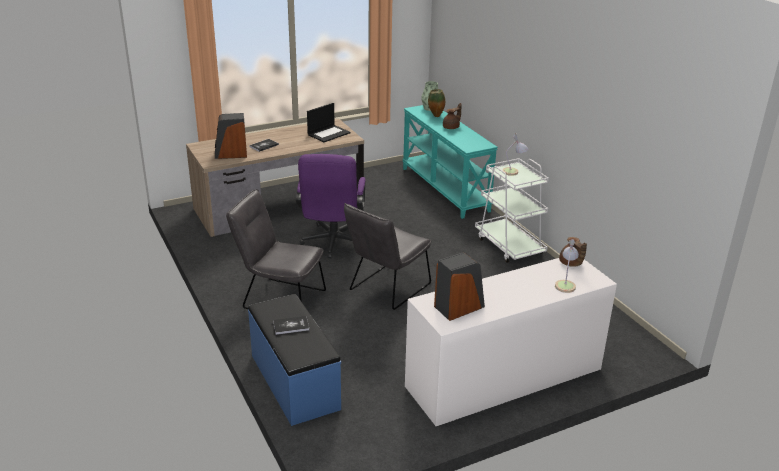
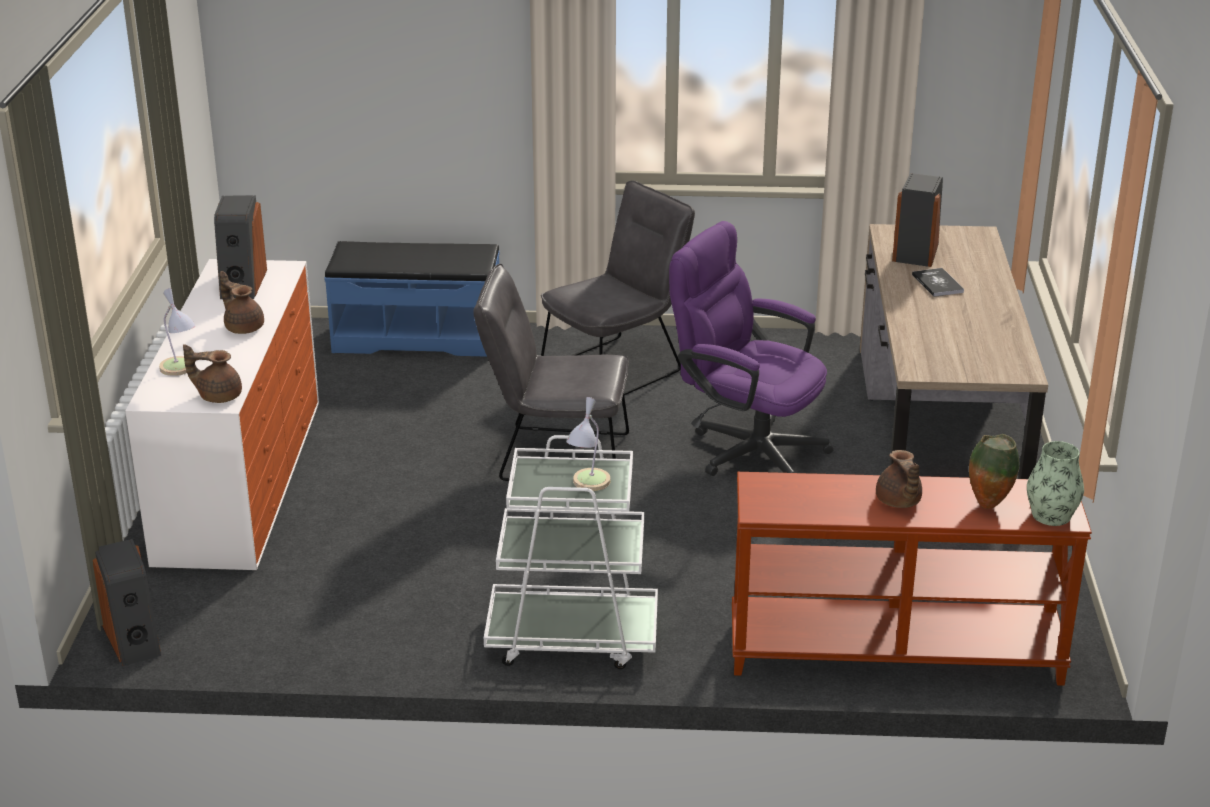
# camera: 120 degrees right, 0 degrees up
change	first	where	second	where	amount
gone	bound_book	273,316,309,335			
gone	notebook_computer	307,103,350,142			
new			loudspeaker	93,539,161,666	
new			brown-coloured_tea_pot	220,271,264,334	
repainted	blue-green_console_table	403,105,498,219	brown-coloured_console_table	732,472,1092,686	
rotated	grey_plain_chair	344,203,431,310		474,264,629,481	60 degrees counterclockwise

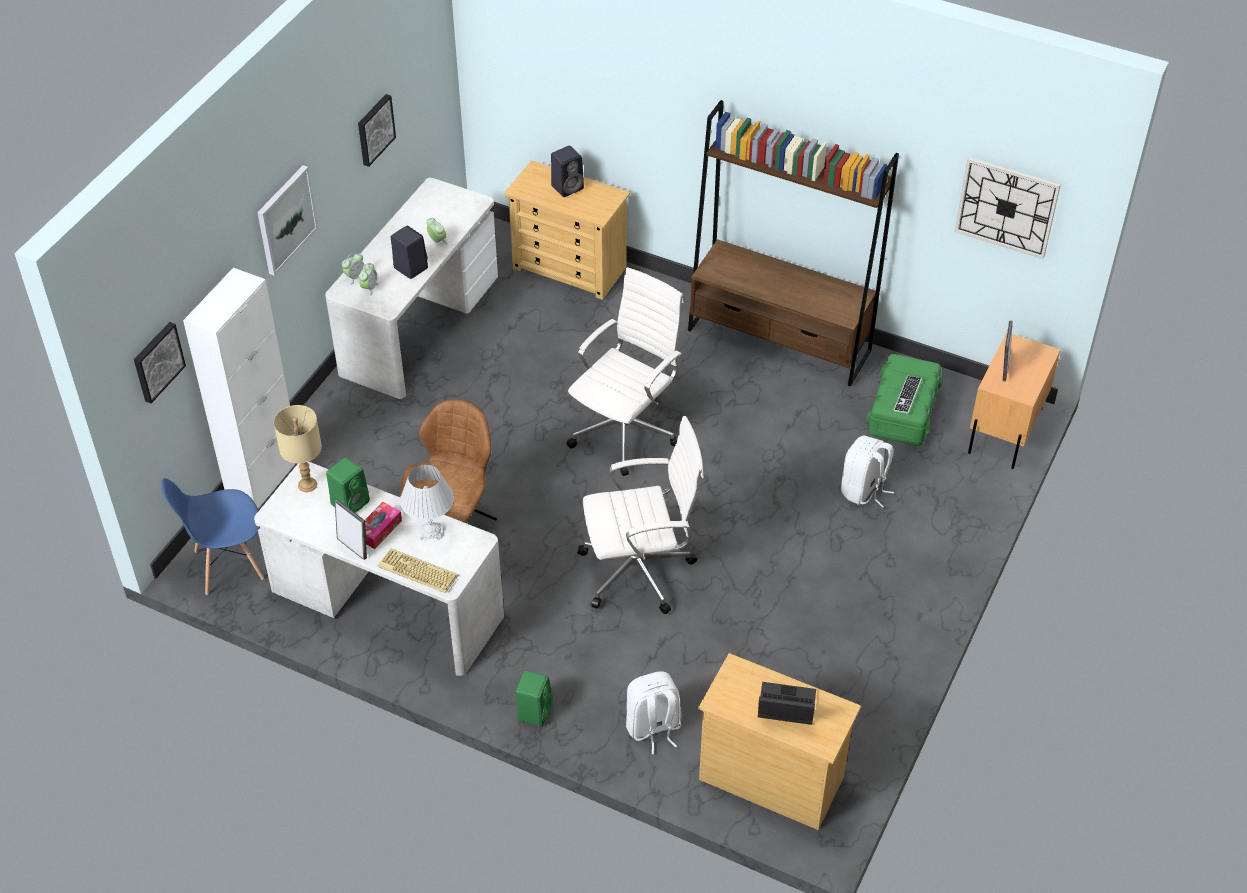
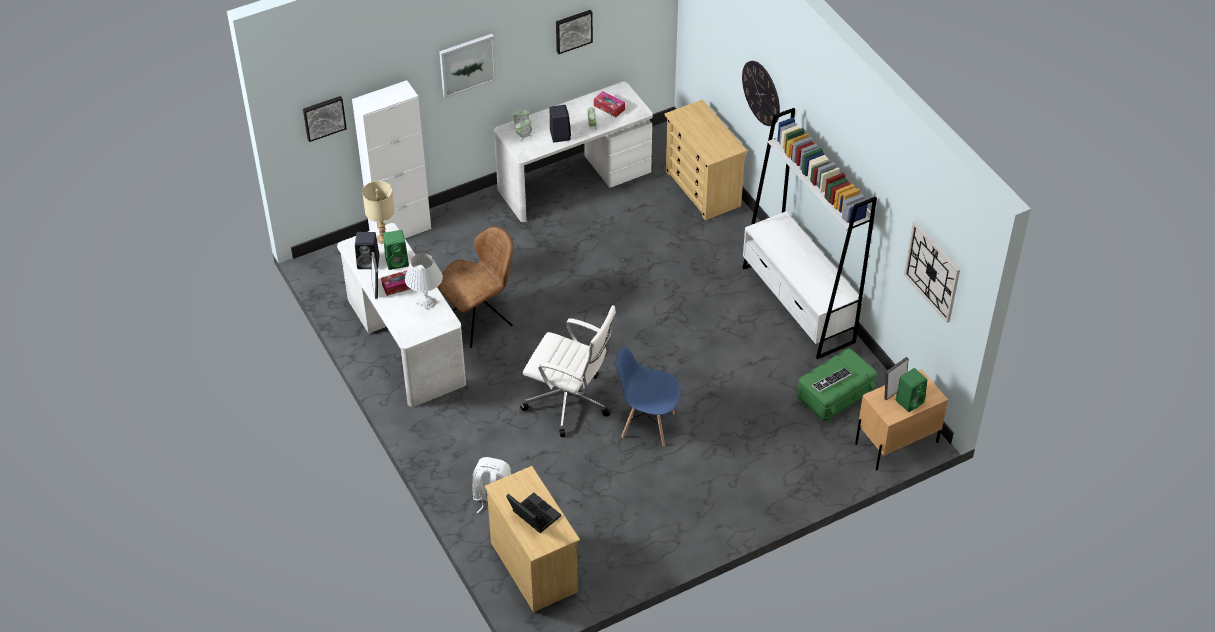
# camera: 35 degrees right, 0 degrees up
change	first	where	second	where	amount
gone	computer_keyboard	378,549,459,593			
gone	white_office_chair	566,267,683,476			
gone	white_rucksack	841,436,894,508			
new			tissue_holder	594,91,625,117	
new			clock_on_the_wall	742,61,780,126	
shifted	blue_plain_chair	161,478,264,595		616,346,681,446	
shifted	green_loudspeaker	516,671,552,727		896,368,927,412	
shifted	black-coloured_loudspeaker	551,145,584,197		355,232,380,269	
repainted	brown-coloured_bookcase	688,100,899,387	white_bookcase	743,108,877,359	

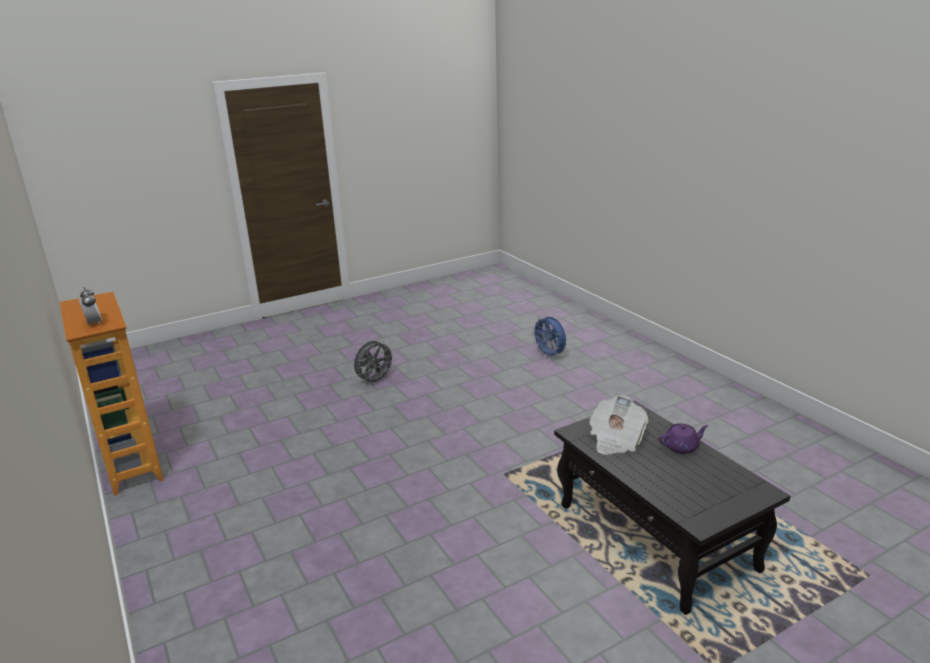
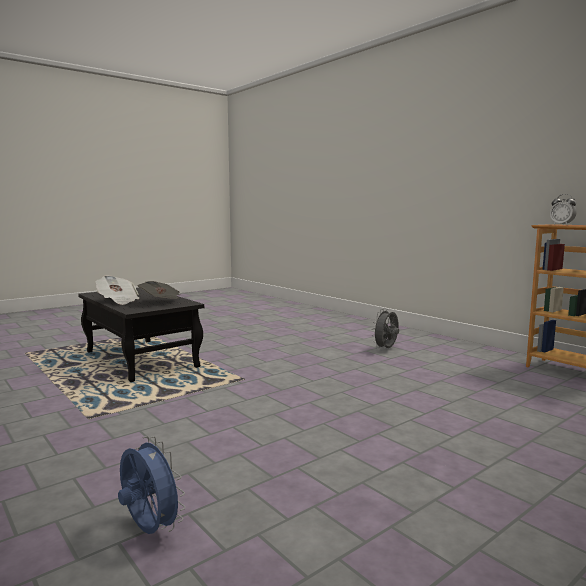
# camera: 170 degrees right, 15 degrees down
change	first	where	second	where	amount
shifted	grey_cooling_fan	354,341,395,385		372,308,399,350	
swapped	purple_tea_pot	659,423,709,454	printed_paper	96,275,139,305	

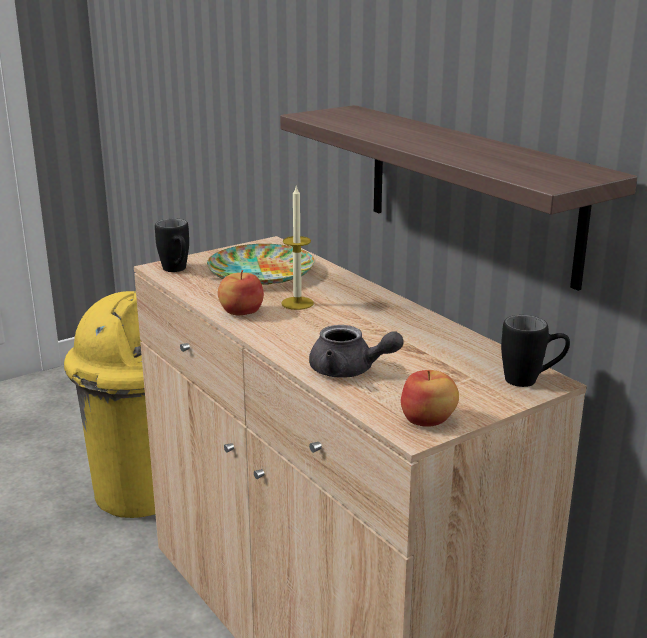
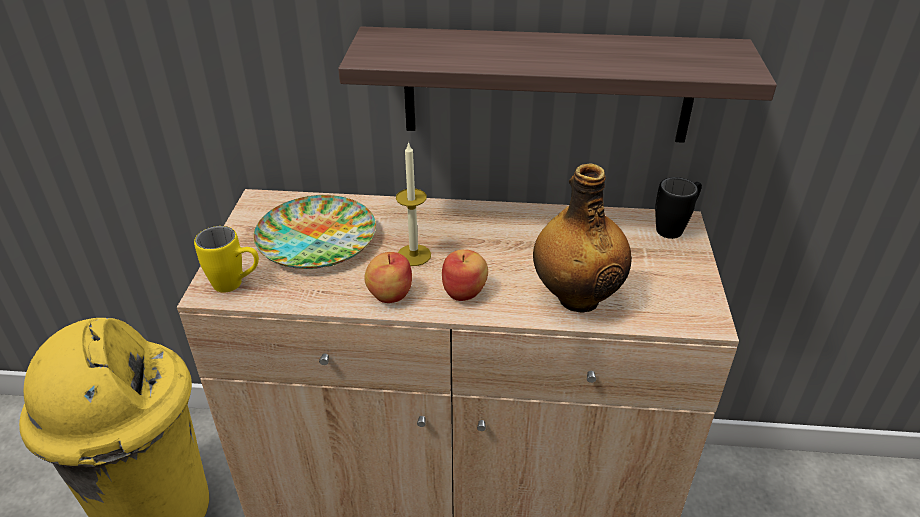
# camera: 50 degrees left, 15 degrees up
change	first	where	second	where	amount
shifted	whole_apple	401,370,459,427		442,249,488,301	
swapped	grey_tea_pot	309,325,403,378	bottle	533,163,632,313	
repainted	black-coloured_tea_mug	155,218,189,272	yellowish_tea_mug	194,226,259,292	

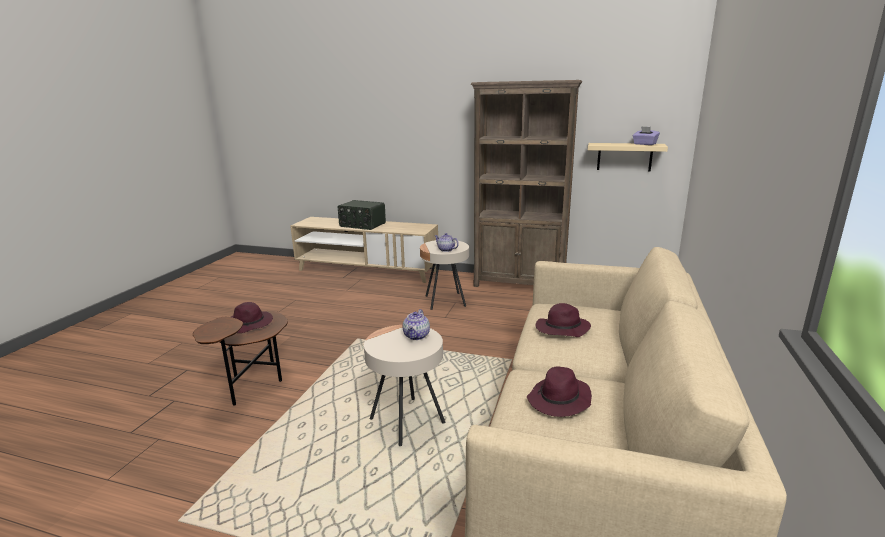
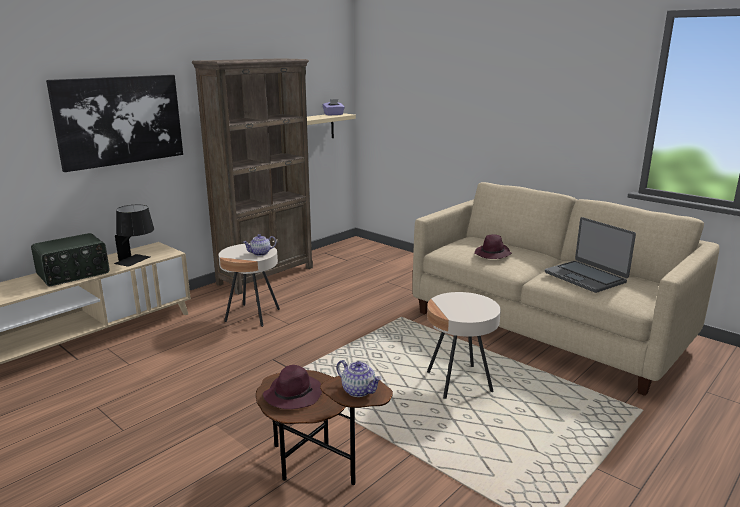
# camera: 65 degrees left, 0 degrees up
change	first	where	second	where	amount
new			picture	46,75,183,172	
new			black-coloured_tabletop_lamp	114,205,154,267	
shifted	tea_pot	403,309,430,340		336,360,382,397	
swapped	purple_hat	527,366,592,417	notebook_computer	545,217,636,293	

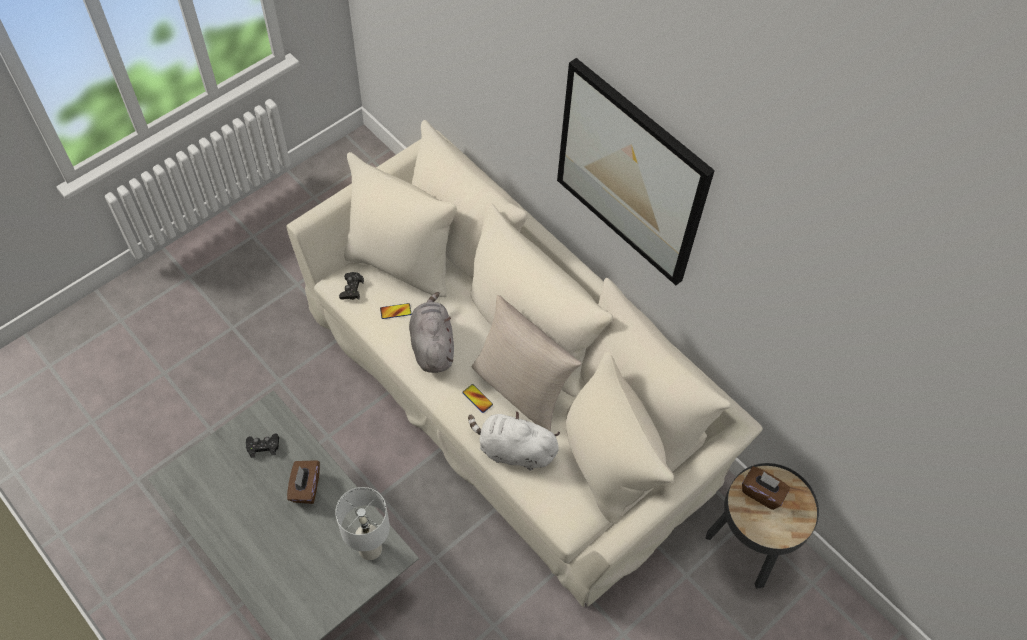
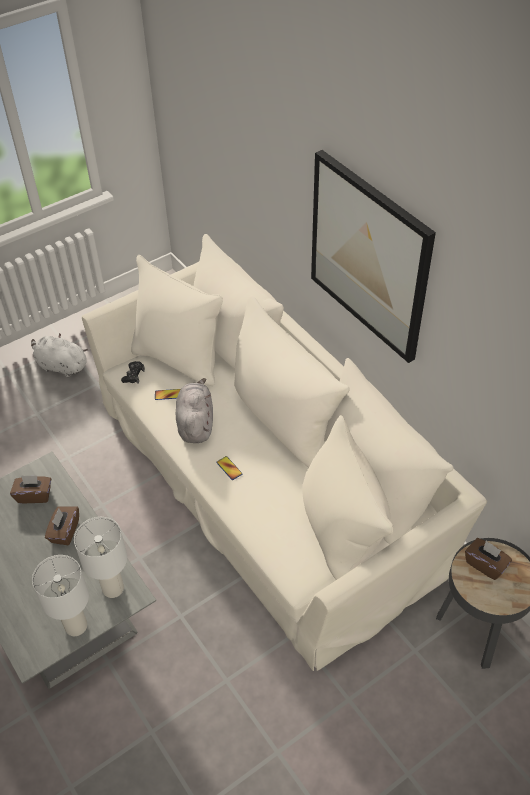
# camera: 10 degrees right, 10 degrees down
change	first	where	second	where	amount
gone	sand-coloured_throw_pillow	471,295,582,432			
new			white_tabletop_lamp	32,555,89,636	
shifted	white_soft_toy	468,411,560,470		31,333,88,377	
swapped	black-coloured_joypad	246,433,279,458	brown-coloured_tissue_holder	10,475,51,504	

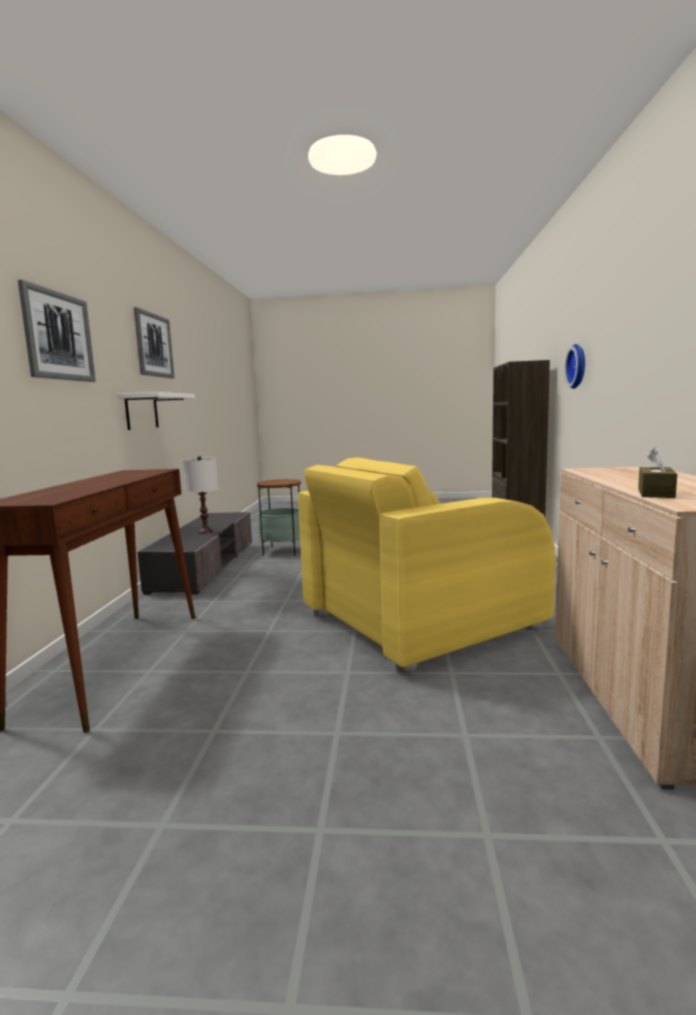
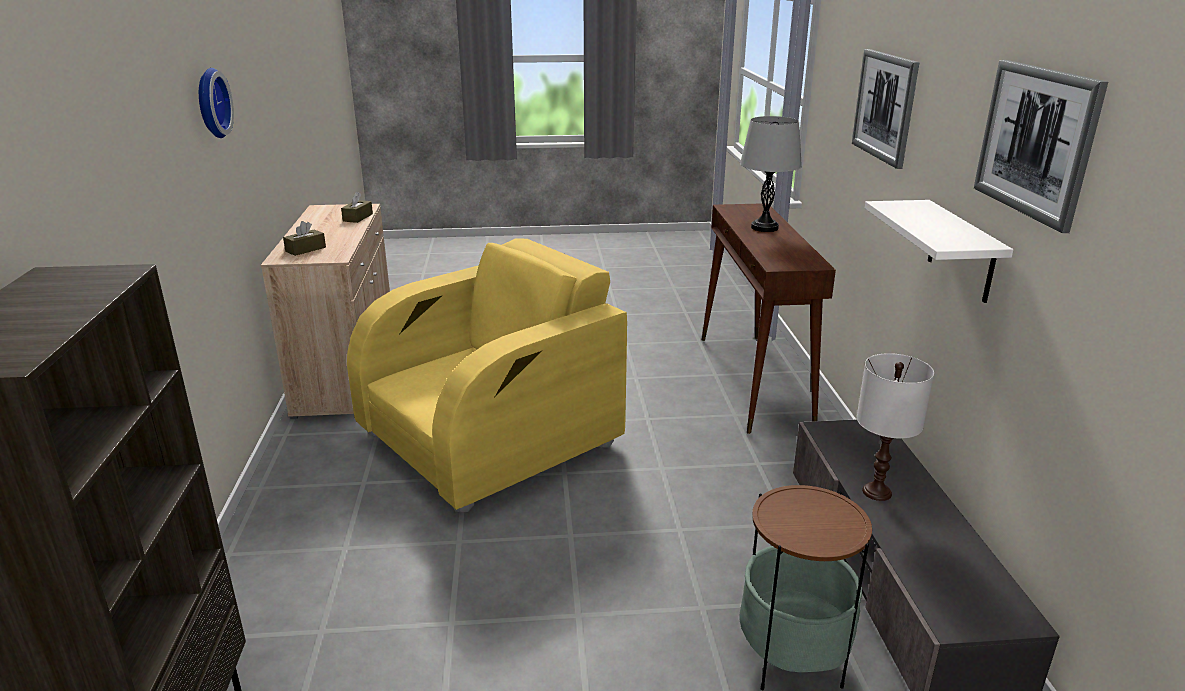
# camera: 170 degrees right, 15 degrees up
change	first	where	second	where	amount
new			brown-coloured_tissue_holder	283,221,326,256	
new			grey_tabletop_lamp	740,116,802,232	
shifted	clock_on_the_wall	564,344,585,389		199,68,234,138	

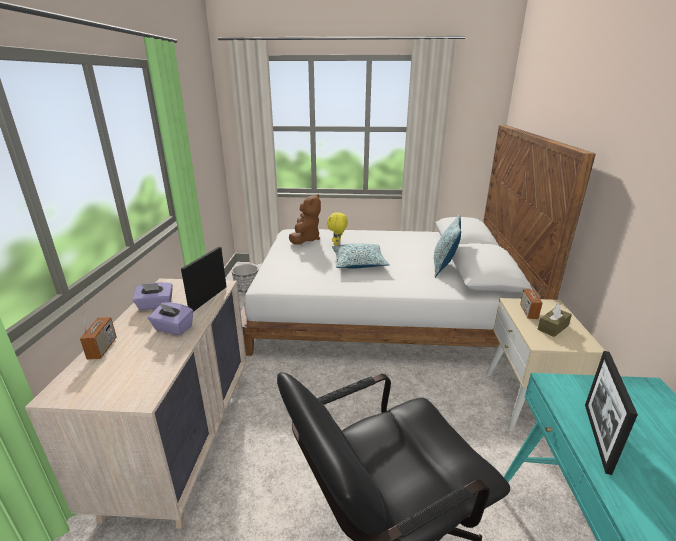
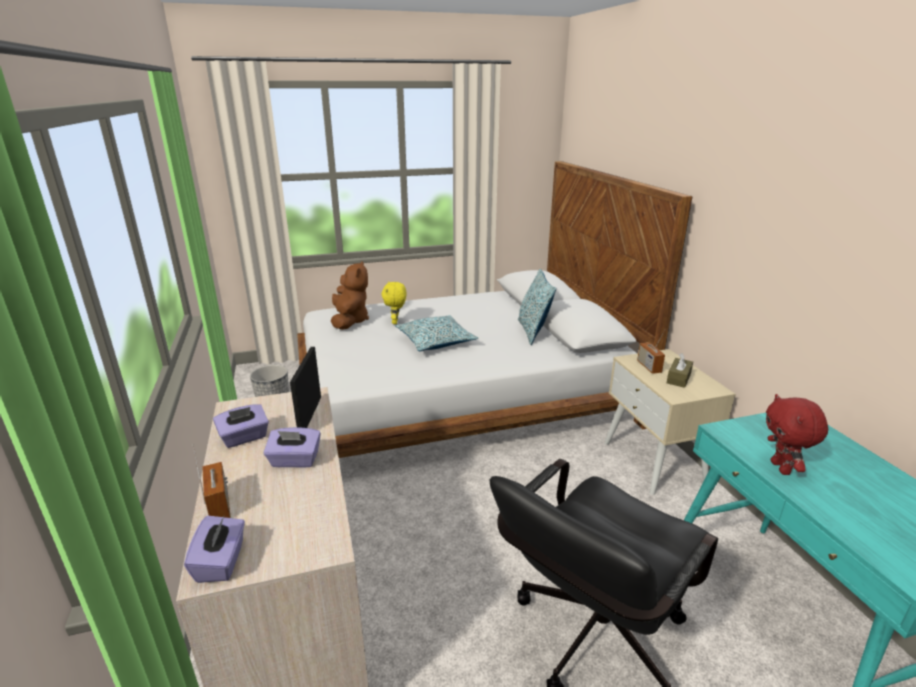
# camera: 20 degrees left, 0 degrees up
change	first	where	second	where	amount
new			purple_tissue_holder	184,515,245,583	
swapped	photo_frame	585,351,638,475	red_soft_toy	766,394,828,475	

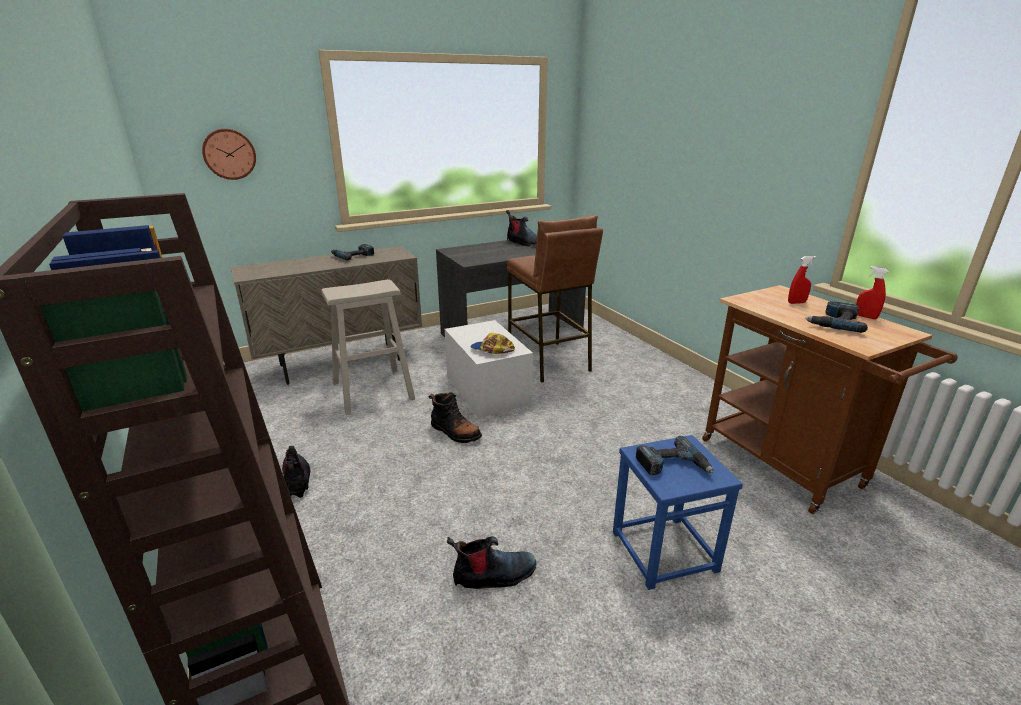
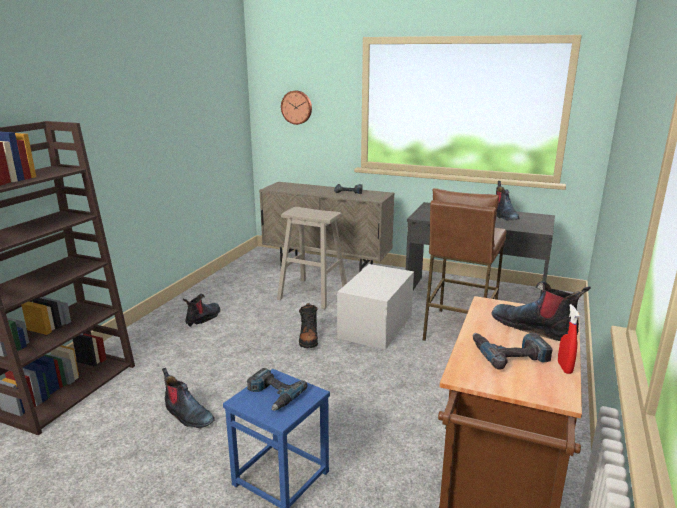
# camera: 50 degrees right, 5 degrees down
change	first	where	second	where	amount
gone	cap	470,333,515,354			
swapped	red_sprayer	788,256,816,304	tall_boot	491,281,591,341	

